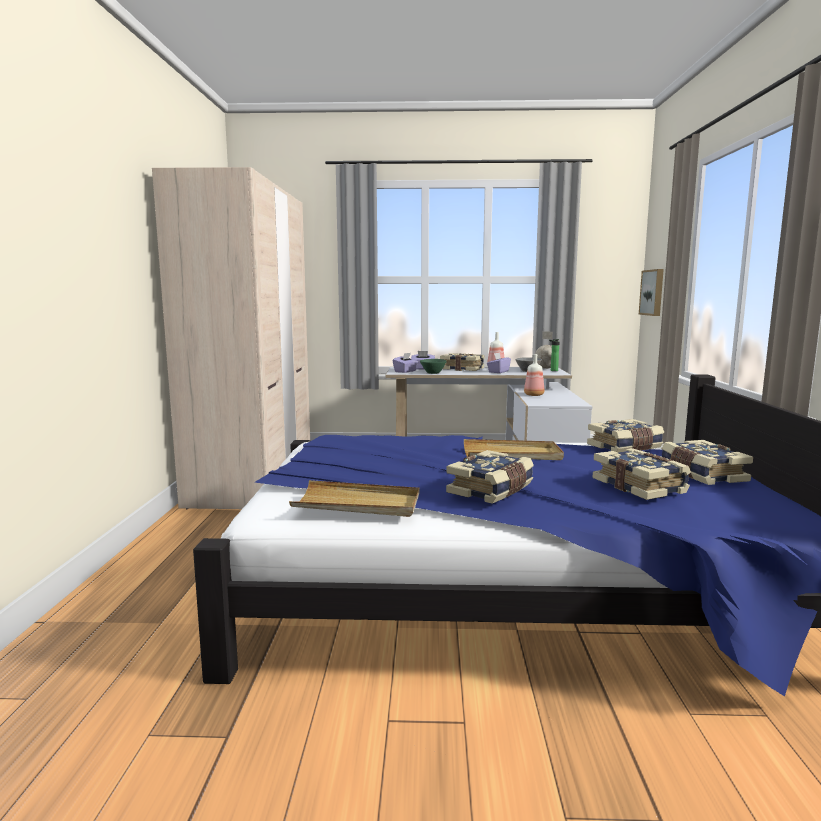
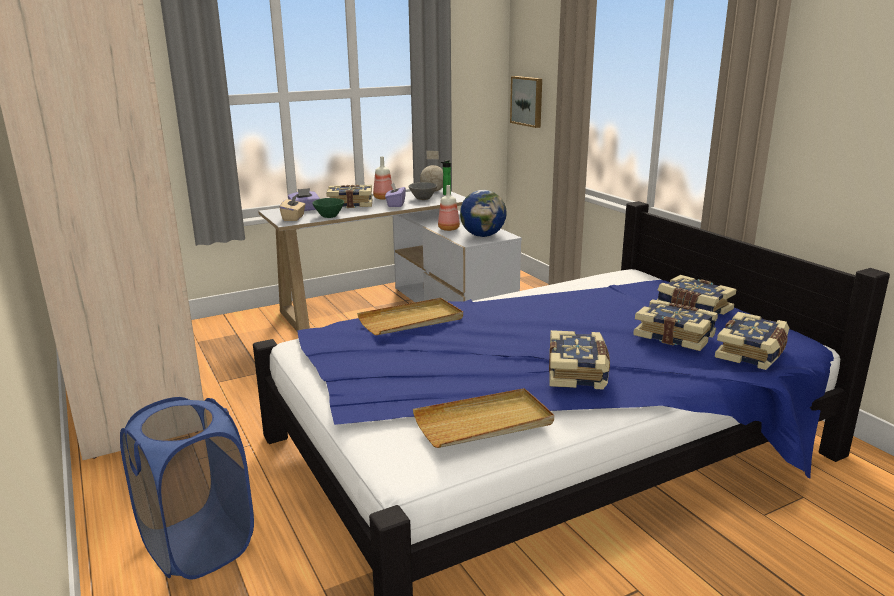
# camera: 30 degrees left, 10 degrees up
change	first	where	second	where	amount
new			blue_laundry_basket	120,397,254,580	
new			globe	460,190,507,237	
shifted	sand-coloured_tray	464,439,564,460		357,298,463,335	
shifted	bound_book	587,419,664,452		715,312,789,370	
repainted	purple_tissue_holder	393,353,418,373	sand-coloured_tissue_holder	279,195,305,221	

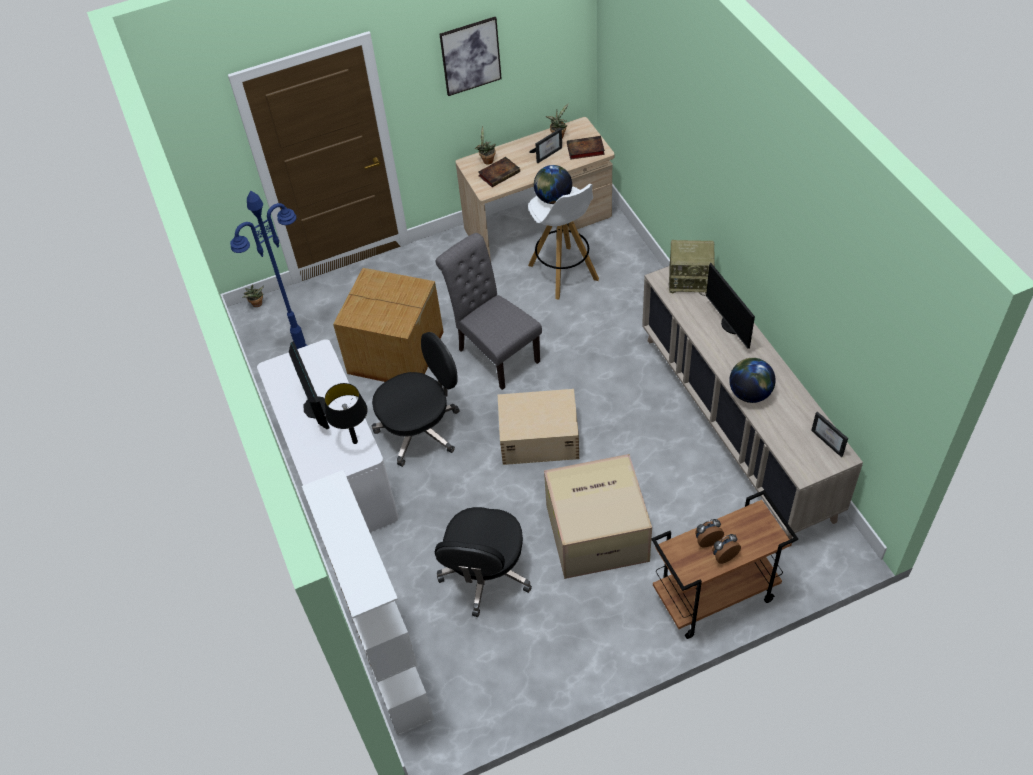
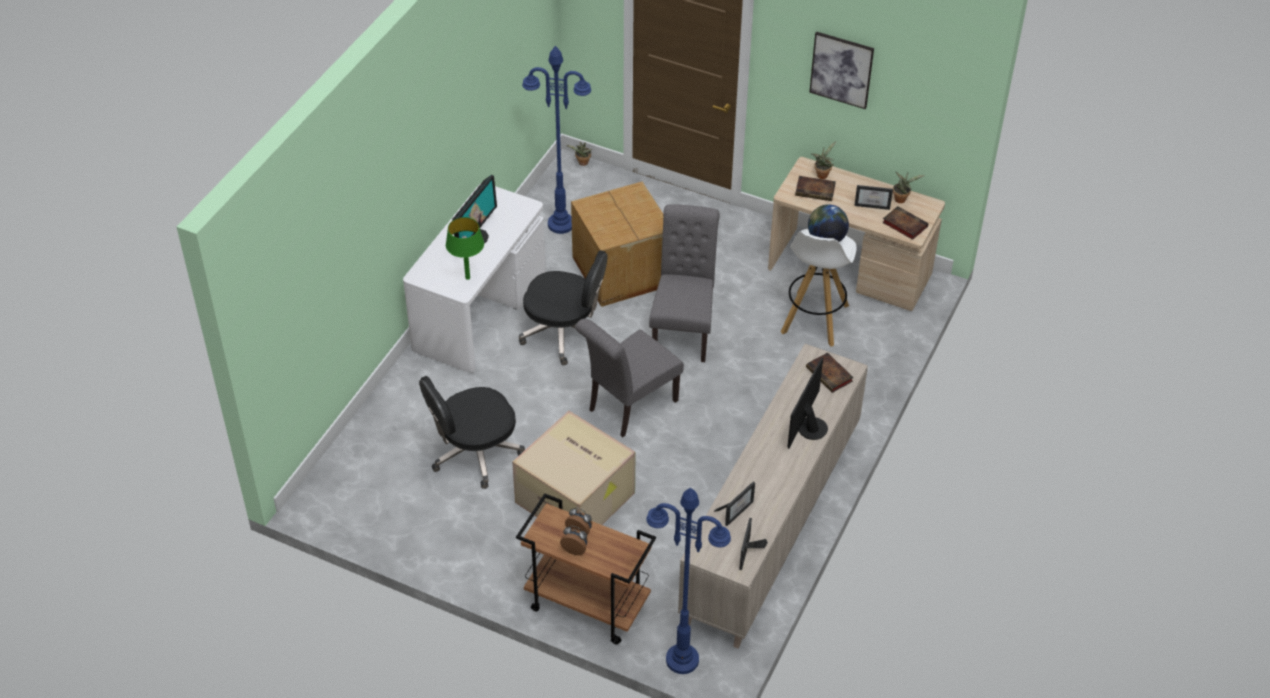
# camera: 45 degrees right, 5 degrees down
change	first	where	second	where	amount
gone	white_bookcase	302,470,434,736			
gone	globe	729,358,776,403			
new			blue_standard_lamp	647,488,731,674	
new			photo_frame	714,482,755,526	
swapped	sand-coloured_storage_box	498,389,579,465	grey_plain_chair	575,318,684,437	
swapped	radio_receiver	669,240,715,296	bound_book	806,352,854,393	
repainted	black-coloured_tabletop_lamp	325,383,368,444	green_tabletop_lamp	446,217,484,280	

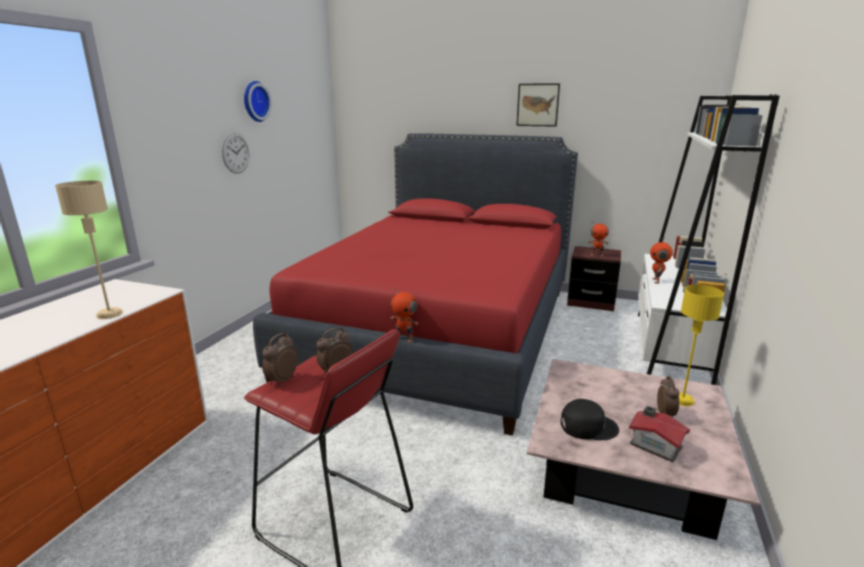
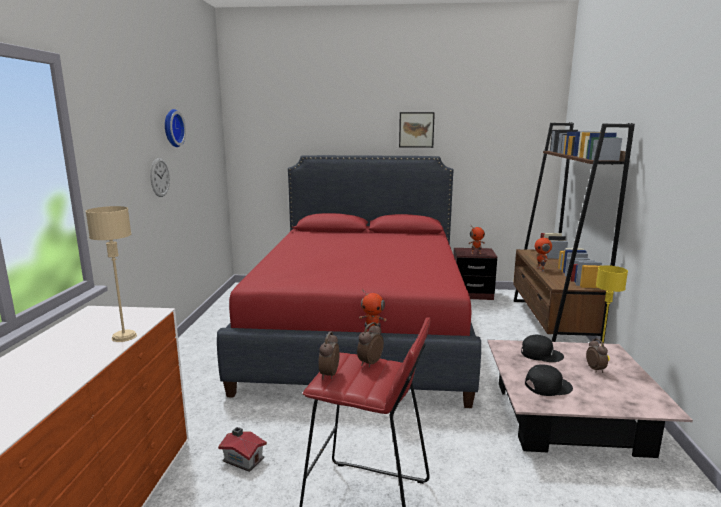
# camera: 15 degrees left, 5 degrees down
change	first	where	second	where	amount
new			black-coloured_cap	521,335,564,362	
shifted	miniature_house	629,406,690,462		218,427,267,472	
repainted	white_bookcase	638,95,780,385	brown-coloured_bookcase	513,123,635,343	

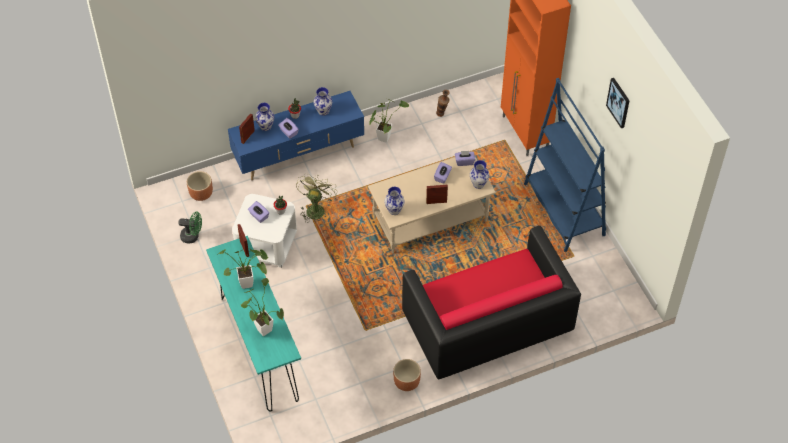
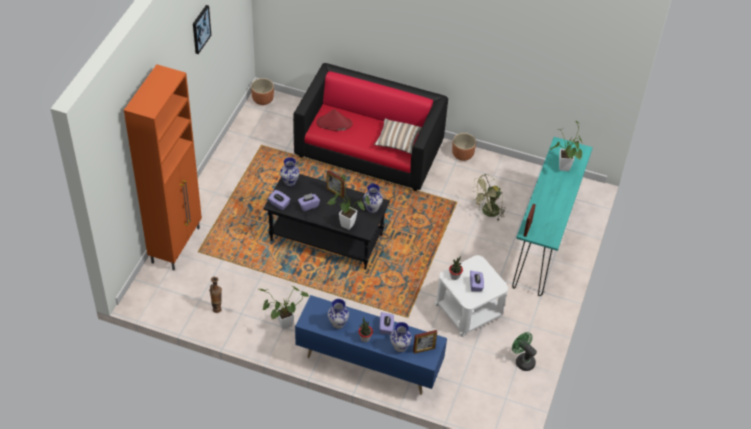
# camera: 140 degrees left, 5 degrees down
change	first	where	second	where	amount
gone	blue_bookcase	524,78,606,252			
new			red_hat	316,109,353,131	
new			throw_pillow	374,119,422,154	
shifted	brown-coloured_planter	187,171,213,201		251,78,274,105	
shifted	houseplant	219,249,268,289		327,175,370,230	
shifted	green_cooling_fan	296,174,337,223		471,174,506,221	
repainted	sand-coloured_lounge_table	368,151,496,254	black-coloured_lounge_table	263,174,390,270	

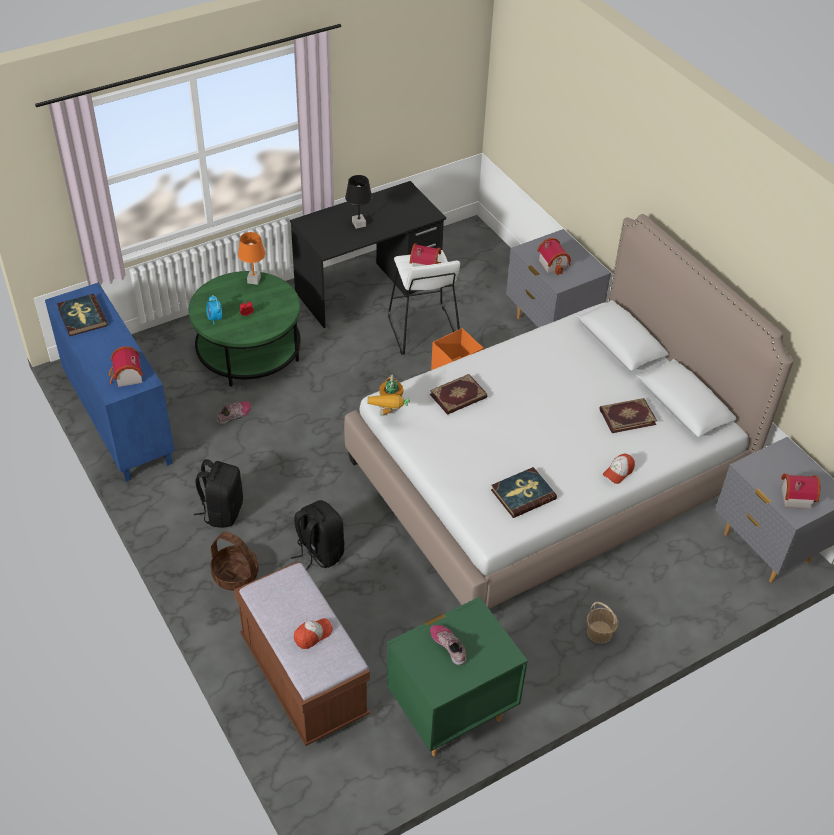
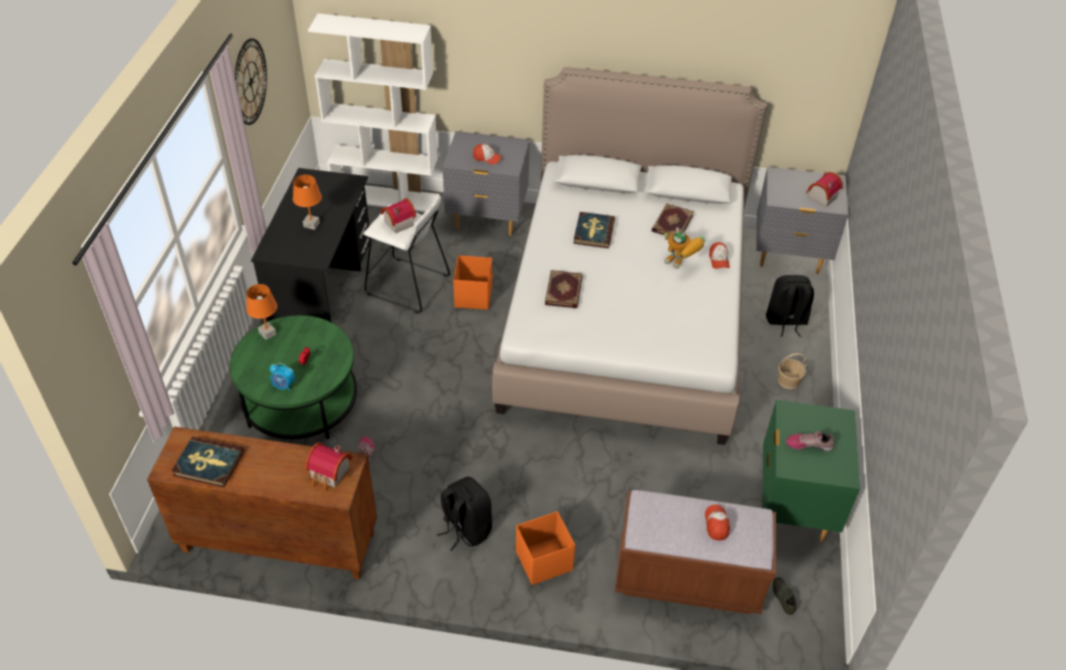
# camera: 50 degrees left, 0 degrees up
change	first	where	second	where	amount
new			clock_on_the_wall	234,38,267,125	
new			white_bookcase	308,13,440,212	
new			grey_shoe	773,577,800,615	
shifted	black-coloured_rucksack	291,500,345,571		766,275,814,337	
shifted	toy_robot	368,375,410,416		664,227,705,269	
shifted	bound_book	491,467,557,518		573,212,615,248	
swapped	storage_basket	210,531,259,591	orangey_storage_box	516,511,575,585	
swapped	miniature_house	537,238,571,275	cap	473,144,502,165	
repainted	blue_cupboard	45,282,175,482	brown-coloured_cupboard	147,427,377,580	
repainted	black-coloured_tabletop_lamp	345,175,372,229	orangey_tabletop_lamp	293,175,322,230	

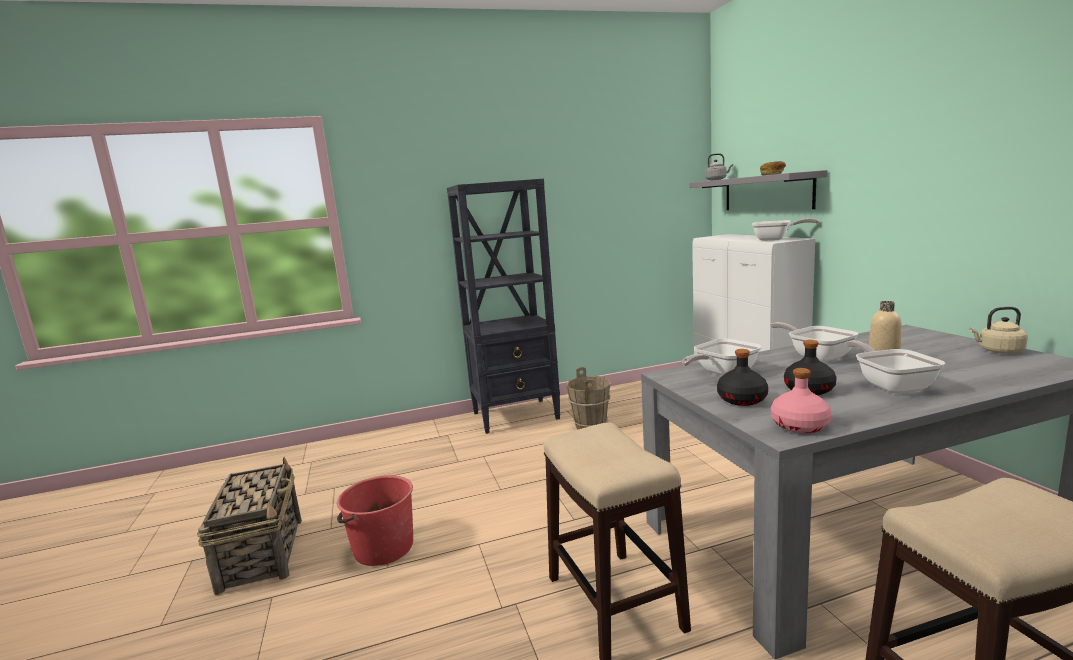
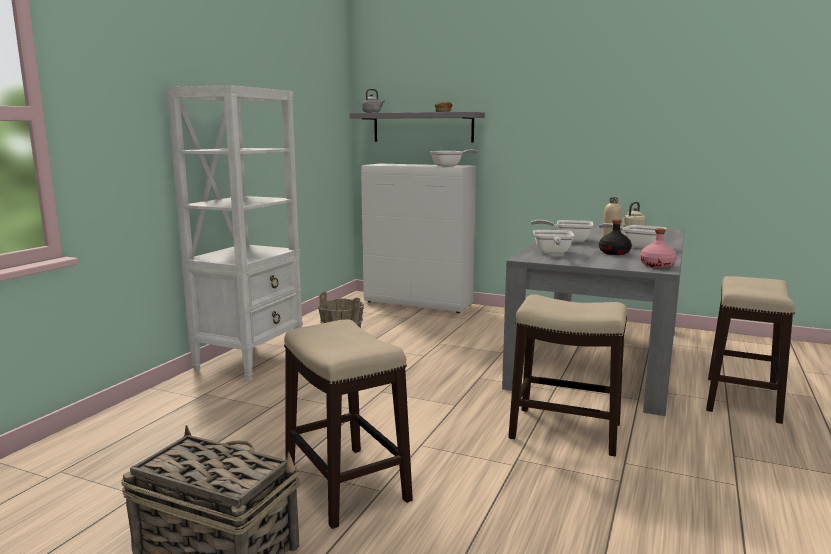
# camera: 50 degrees left, 0 degrees up
change	first	where	second	where	amount
gone	black-coloured_bottle	717,349,768,406			
swapped	red_water_bucket	337,475,413,566	stool_seat	284,320,413,529	
repainted	black-coloured_bookcase	447,179,561,434	white_bookcase	166,85,303,381	

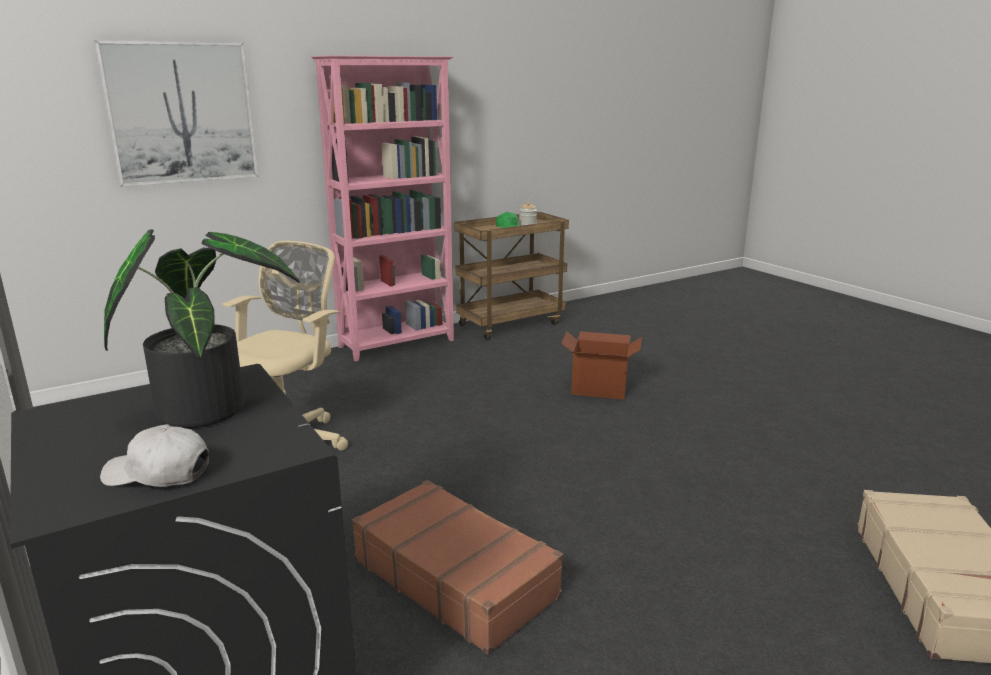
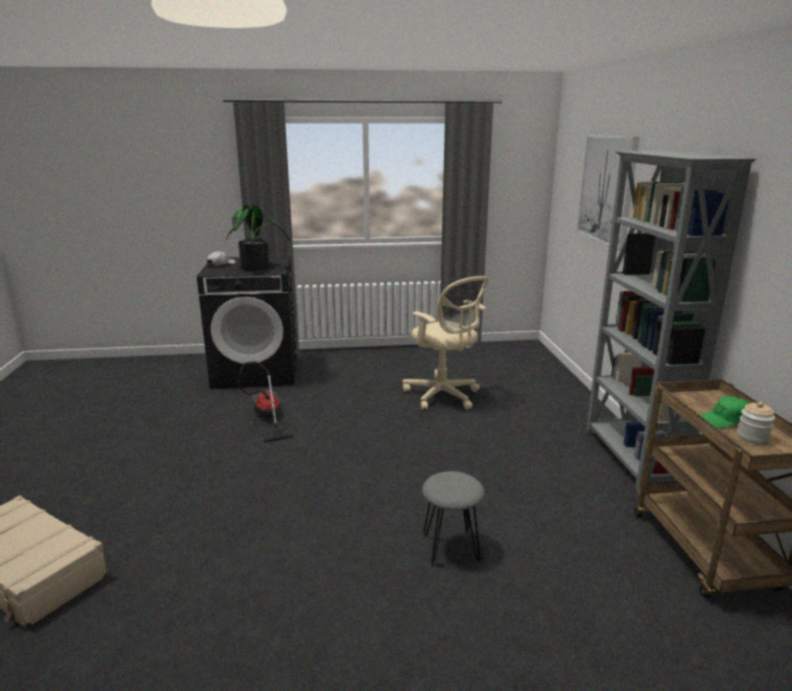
# camera: 115 degrees right, 0 degrees up
change	first	where	second	where	amount
swapped	brown-coloured_piece_of_luggage	352,480,563,655	hoover	238,361,294,443	
swapped	cardboard_box	561,331,642,400	grey_stool_seat	422,471,484,567	
repainted	pinkish_bookcase	311,55,454,362	grey_bookcase	586,151,756,493	

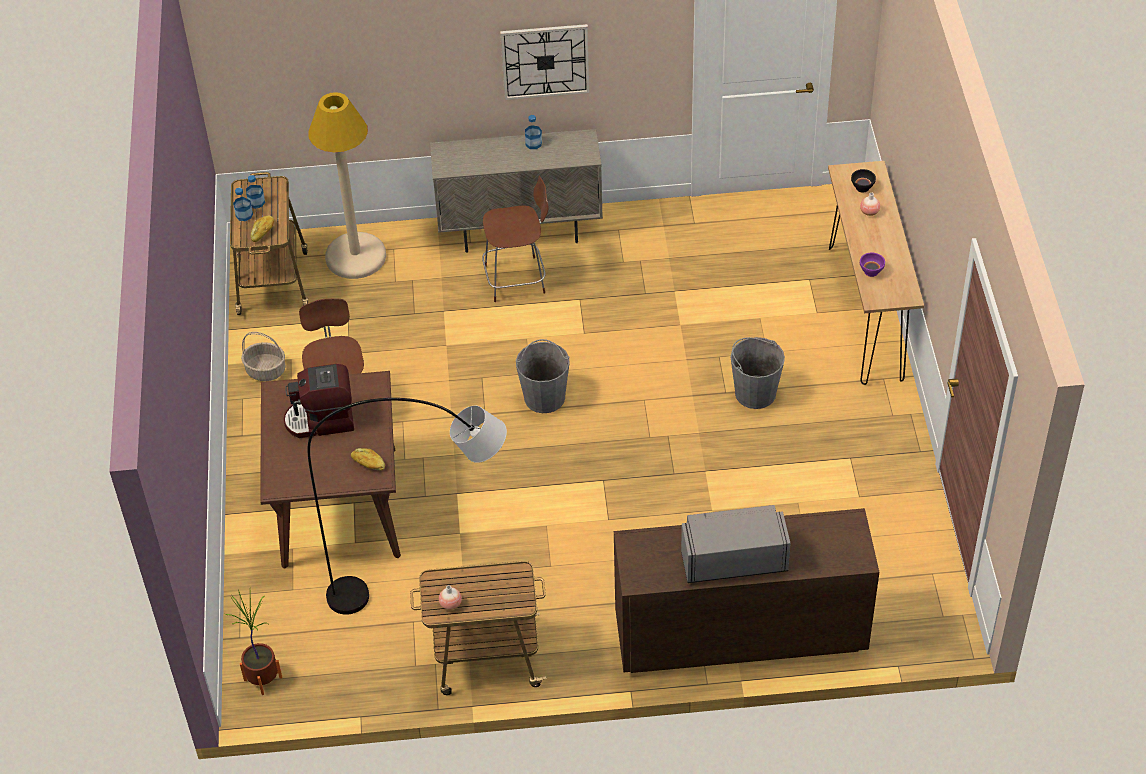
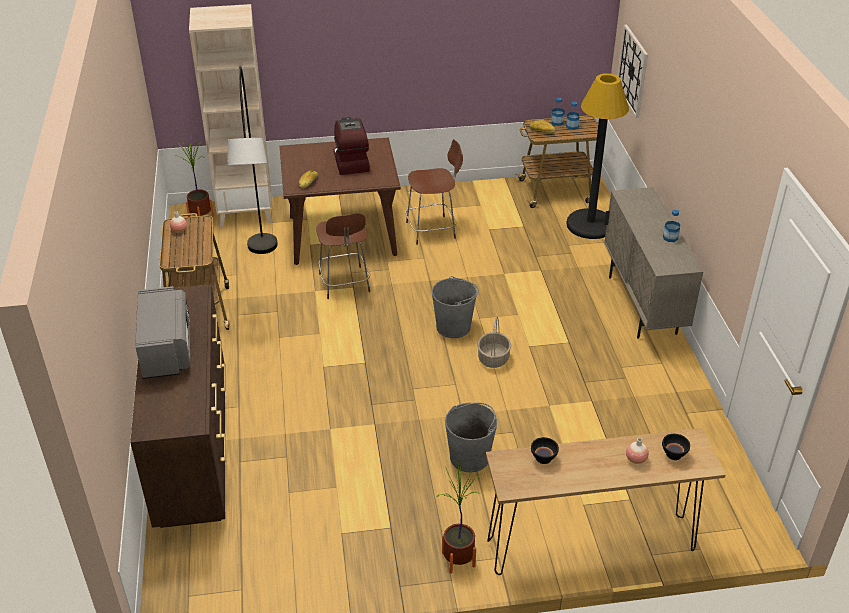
# camera: 85 degrees right, 10 degrees down
change	first	where	second	where	amount
new			sand-coloured_bookcase	189,4,273,227	
new			houseplant	437,461,481,574	
shifted	storage_basket	241,332,286,381		478,317,511,368	
shifted	brown-coloured_plain_chair	482,176,548,302		316,213,370,299	
shifted	clock_on_the_wall	500,24,590,100		617,25,648,118	
repainted	sand-coloured_standard_lamp	308,92,386,279	black-coloured_standard_lamp	566,73,629,239	
repainted	purple_serving_bowl	860,253,885,277	black-coloured_serving_bowl	531,437,559,464	

